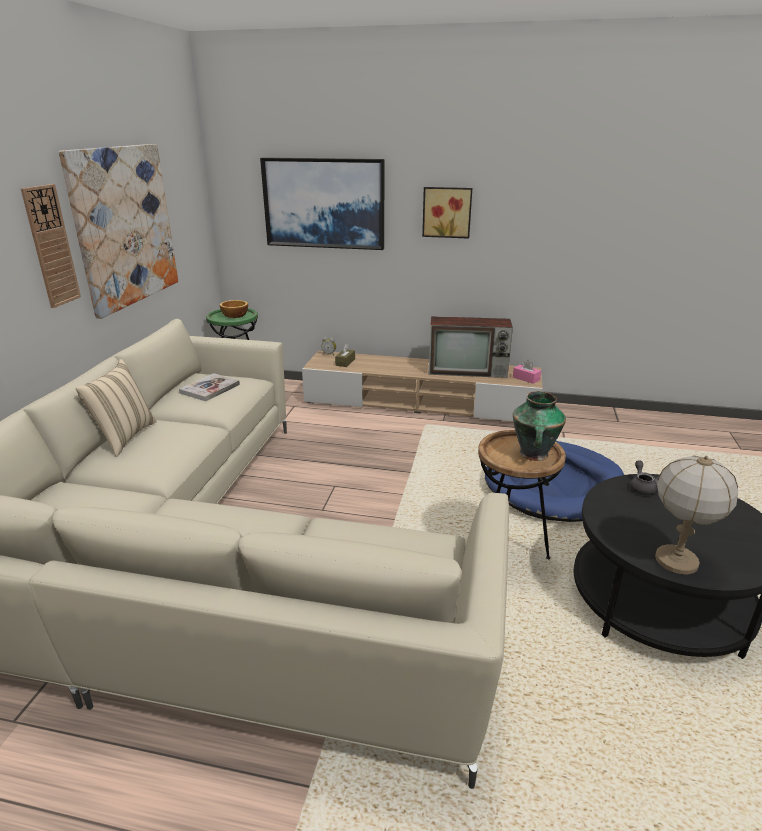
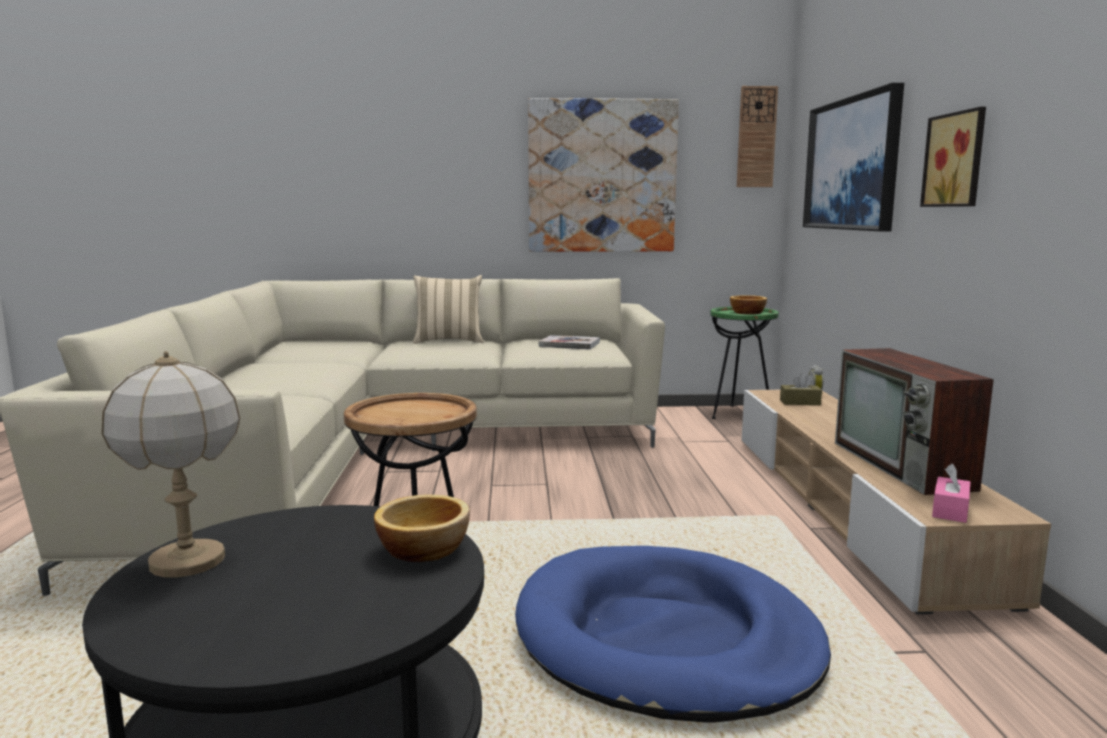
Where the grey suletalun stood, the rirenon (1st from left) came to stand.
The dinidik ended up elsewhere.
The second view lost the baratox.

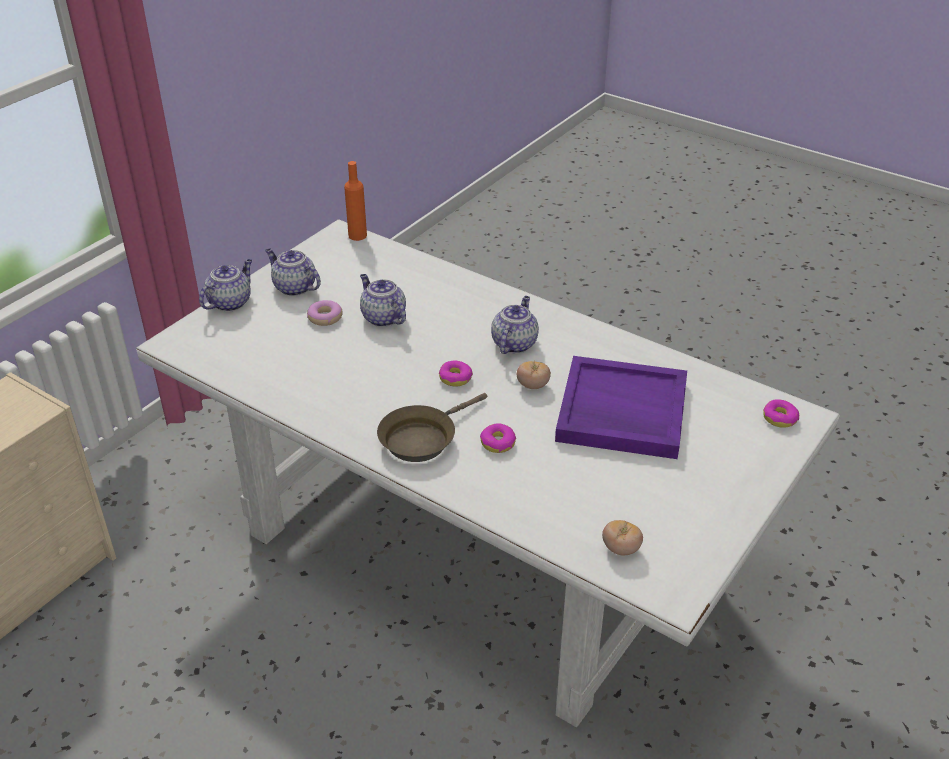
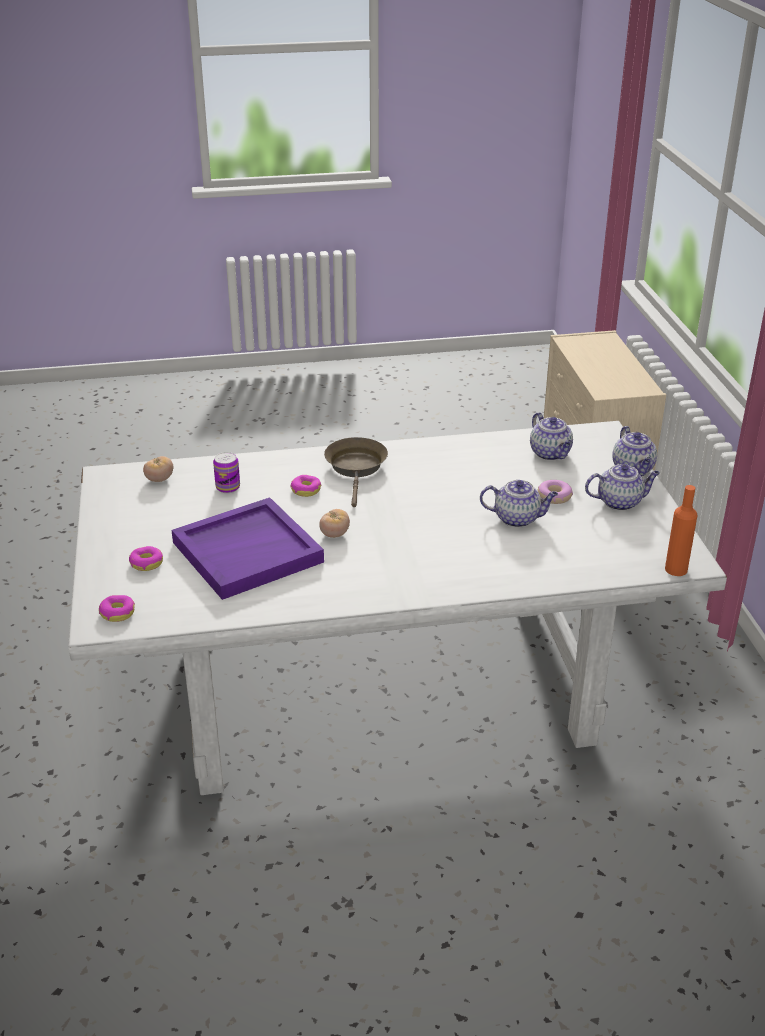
The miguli (2nd from left) ended up elsewhere.
The second view gained the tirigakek.
The suletalun (4th from left in the first image) ended up elsewhere.

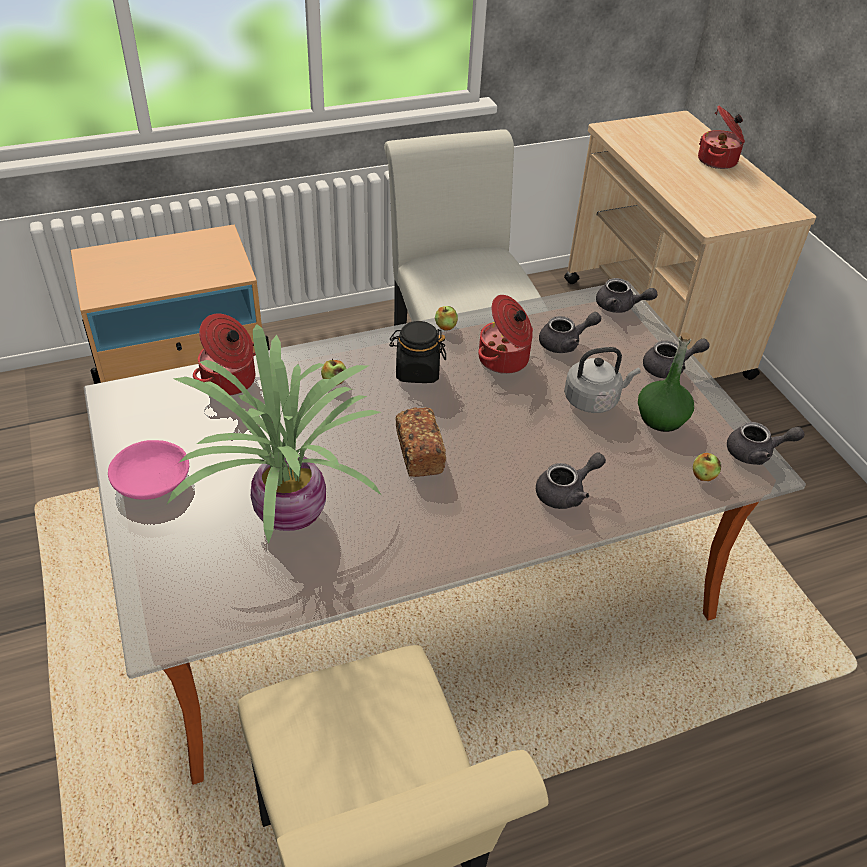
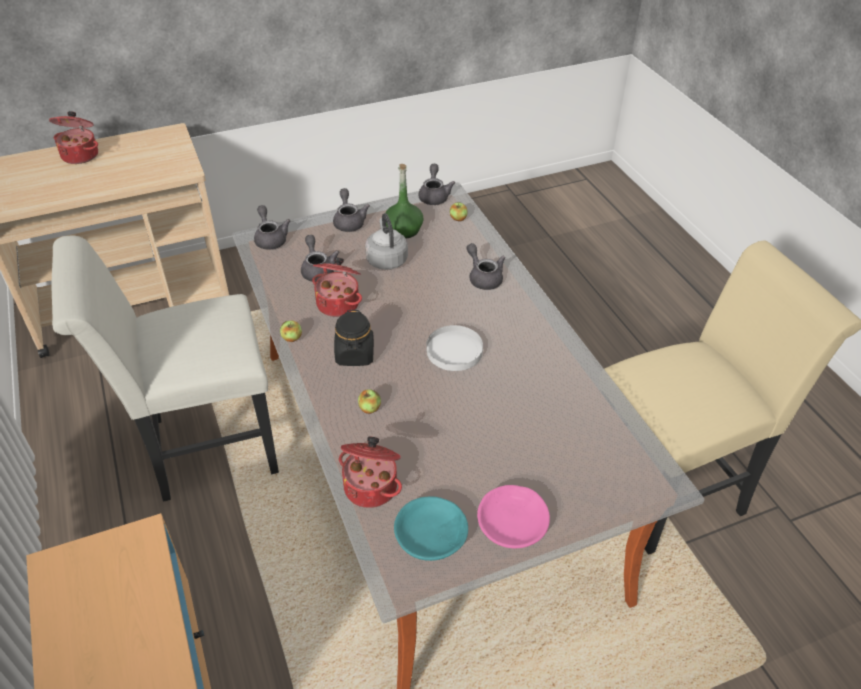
The grey suletalun (3rd from left in the first image) ended up facing another way, 45 degrees counterclockwise from before.
The second view gained the turquoise rirenon.
Where the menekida stood, the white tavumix came to stand.
The second view lost the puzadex.

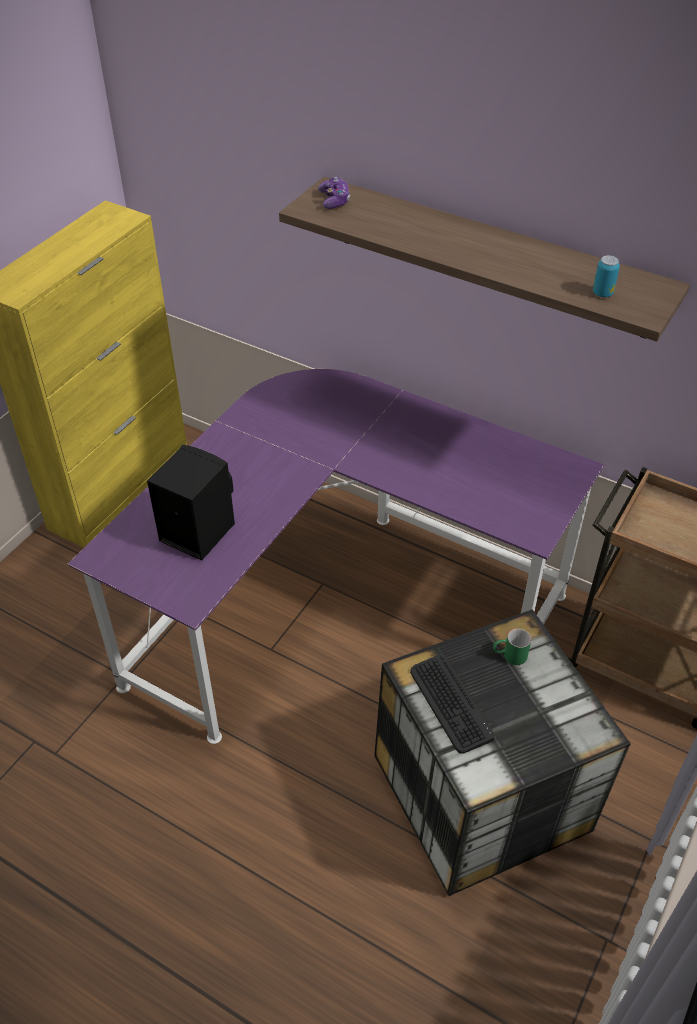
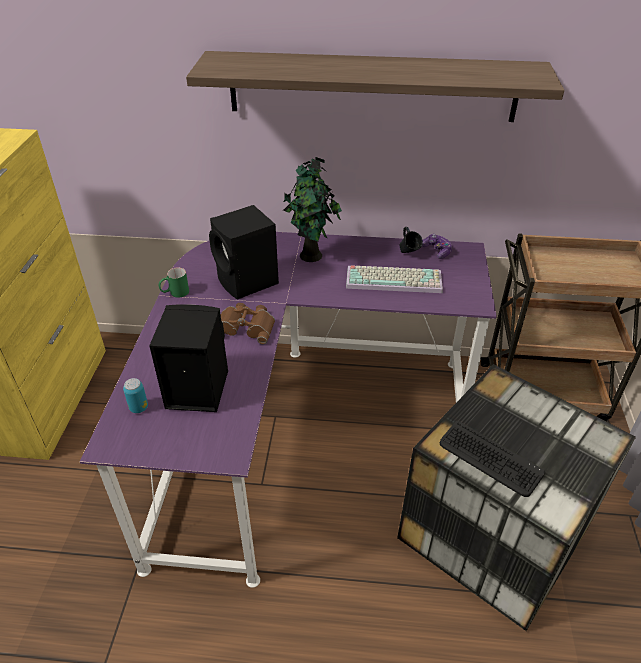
The tirigakek ended up elsewhere.
The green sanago ended up elsewhere.
The second view gained the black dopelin (2nd from left).
The second view gained the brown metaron.
The second view gained the puzadex.
The second view gained the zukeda (1st from left).
The second view gained the blue sanago.
The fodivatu ended up elsewhere.

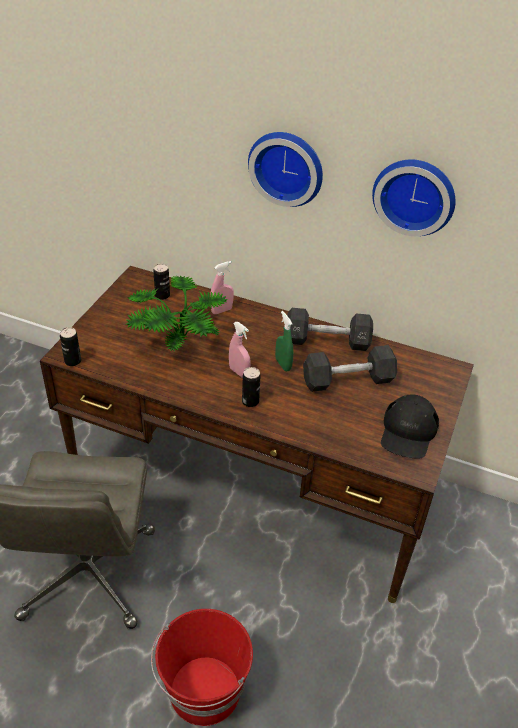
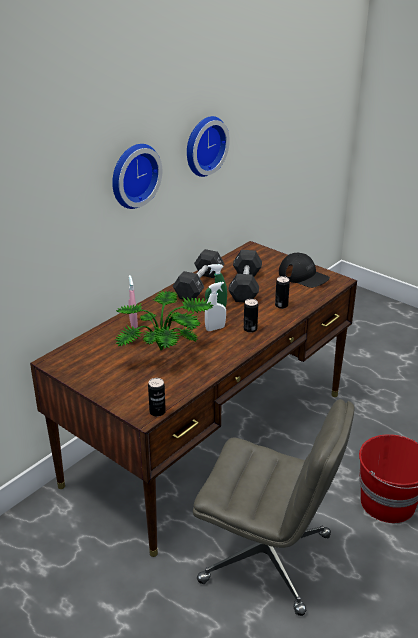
What was the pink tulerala (2nd from left) turned into the white tulerala.
The tirigakek (2nd from left in the first image) ended up elsewhere.

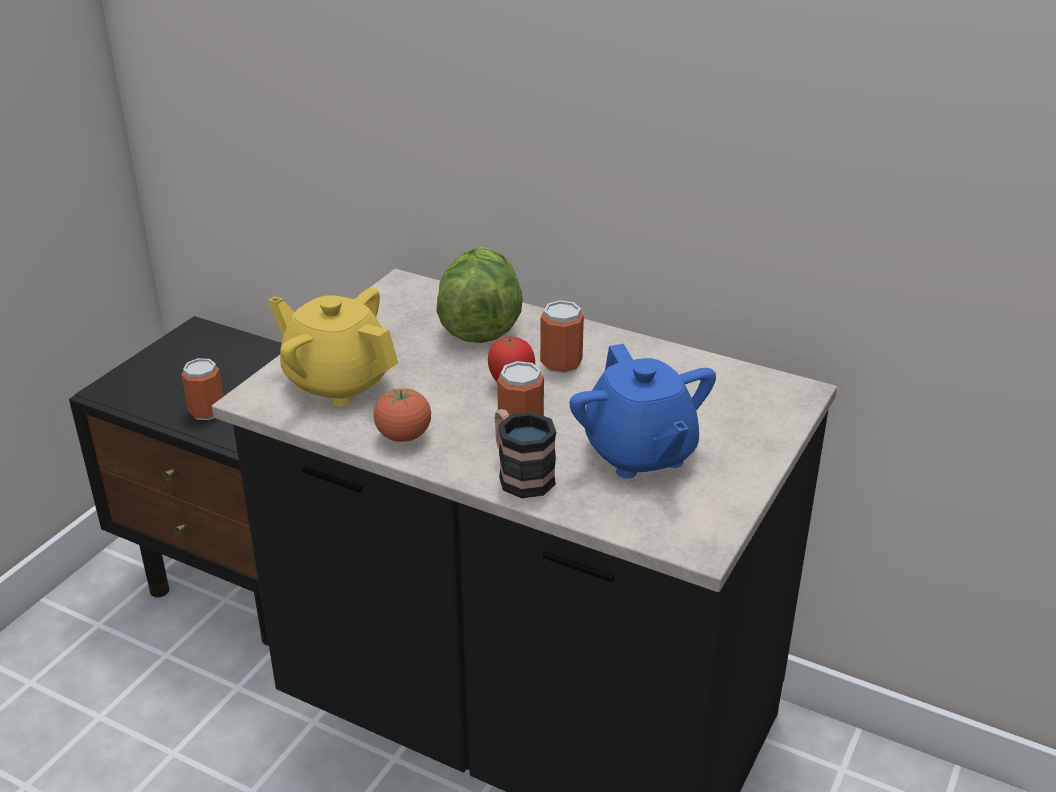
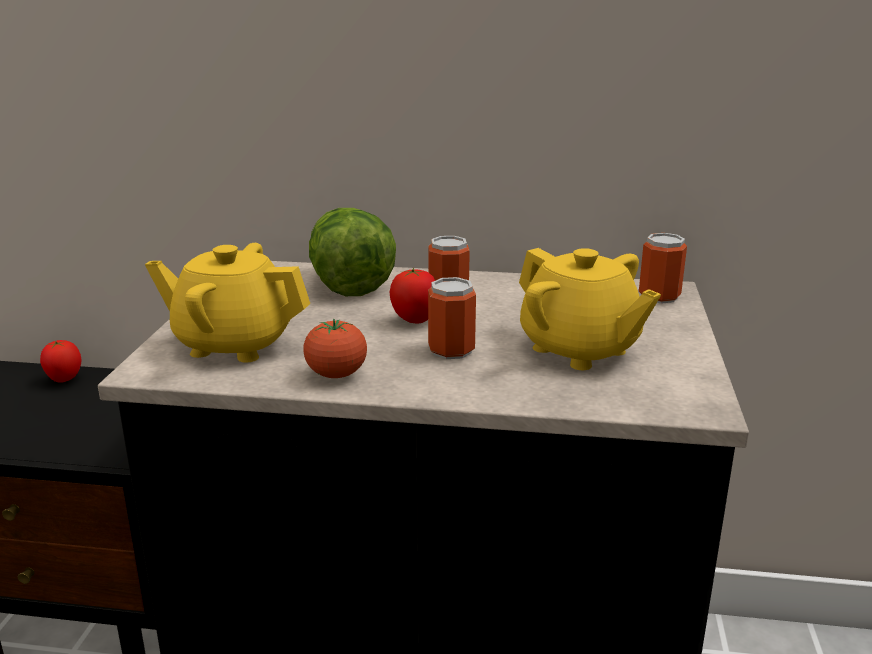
The second view gained the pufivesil (1st from left).
What was the blue suletalun turned into the yellow suletalun (2nd from left).
The tirigakek (1st from left in the first image) ended up elsewhere.
The second view lost the sanago.

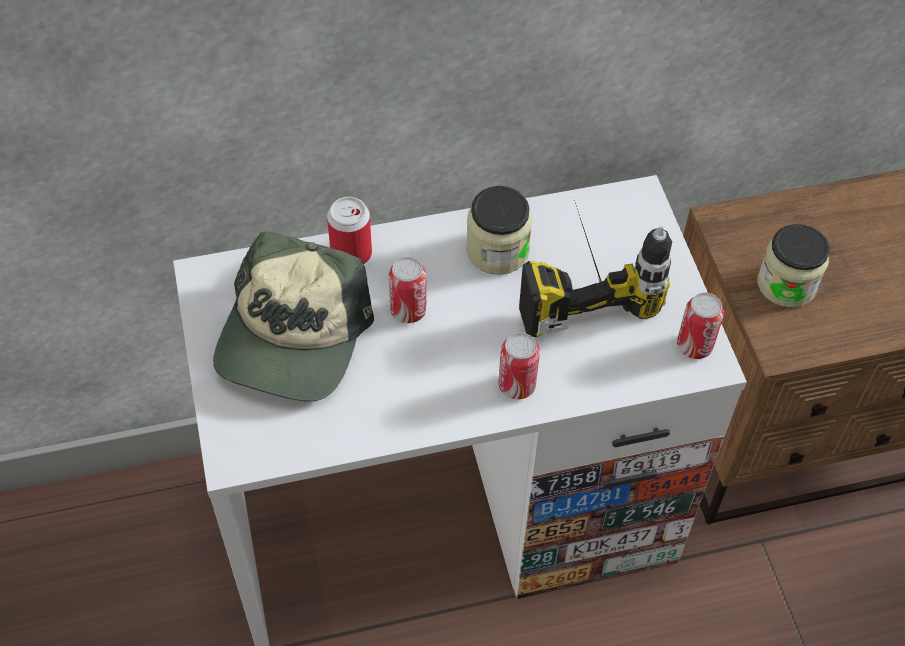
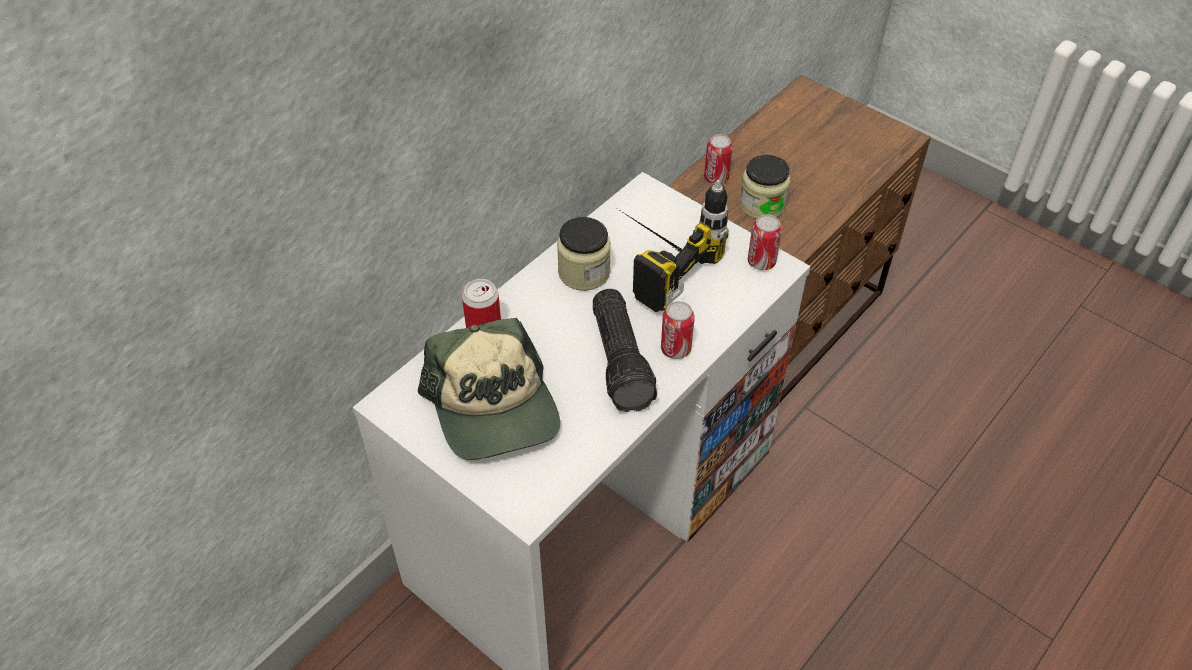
The second view gained the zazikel.
The tirigakek (2nd from left in the first image) ended up elsewhere.

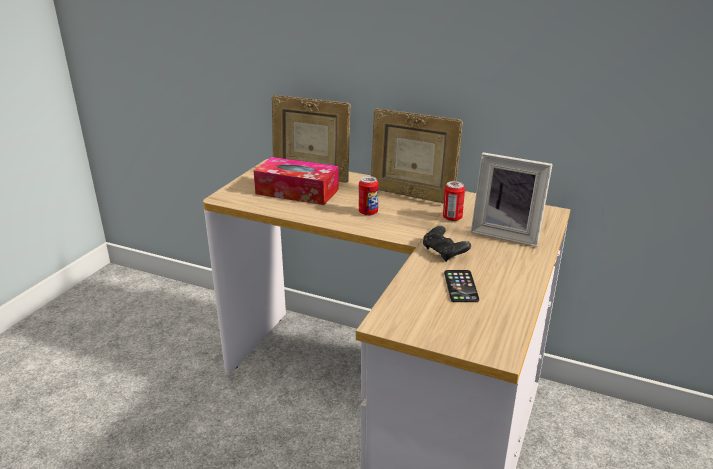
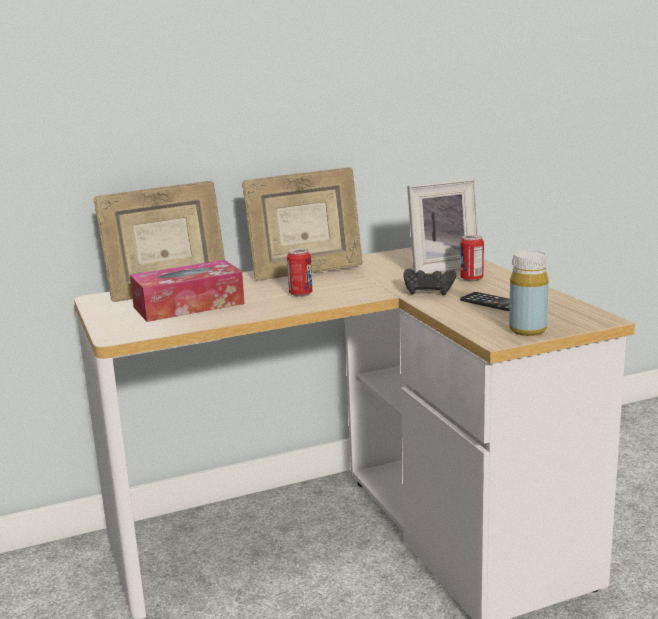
The tirigakek (2nd from left) ended up elsewhere.
The second view gained the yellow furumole.

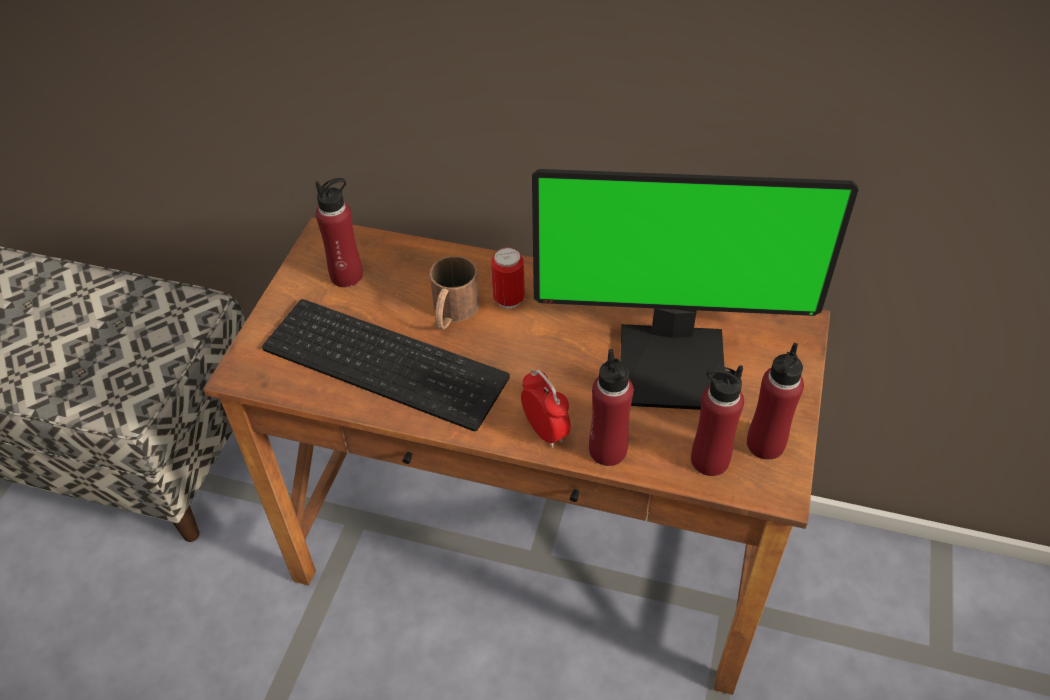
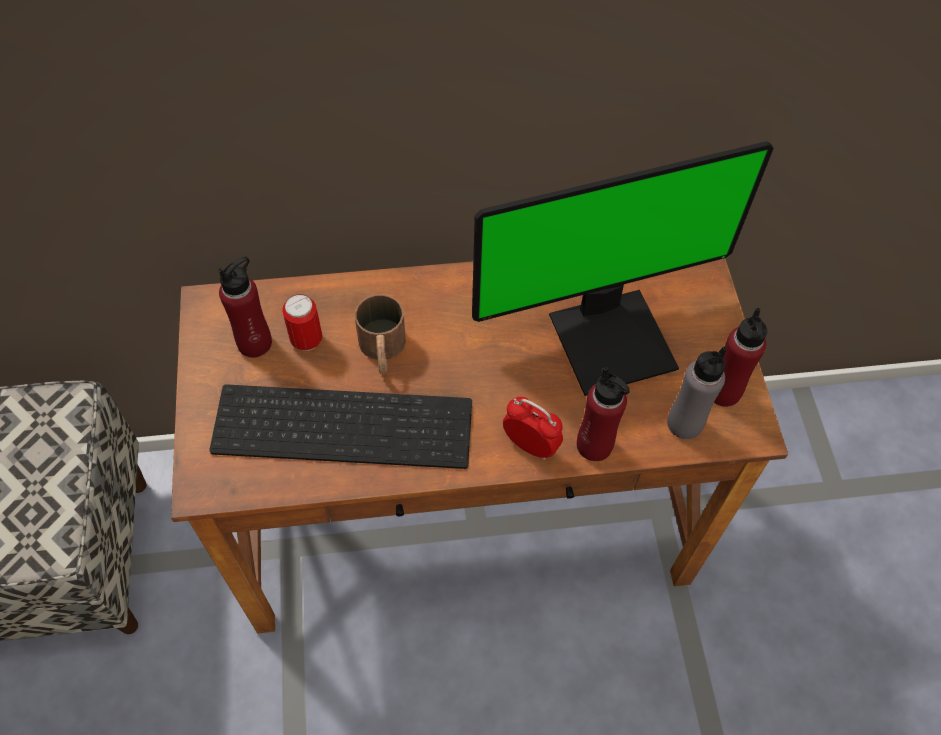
The tirigakek ended up elsewhere.
What was the red furumole (3rd from left) turned into the grey furumole.

